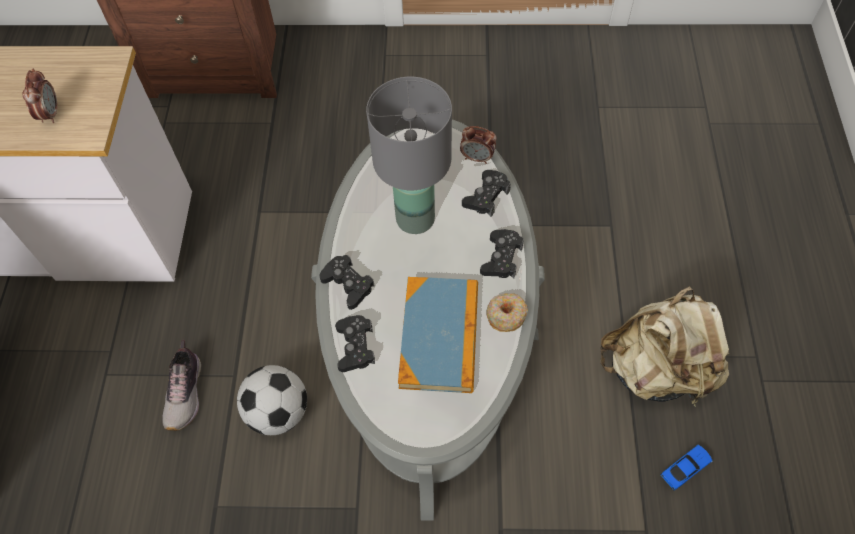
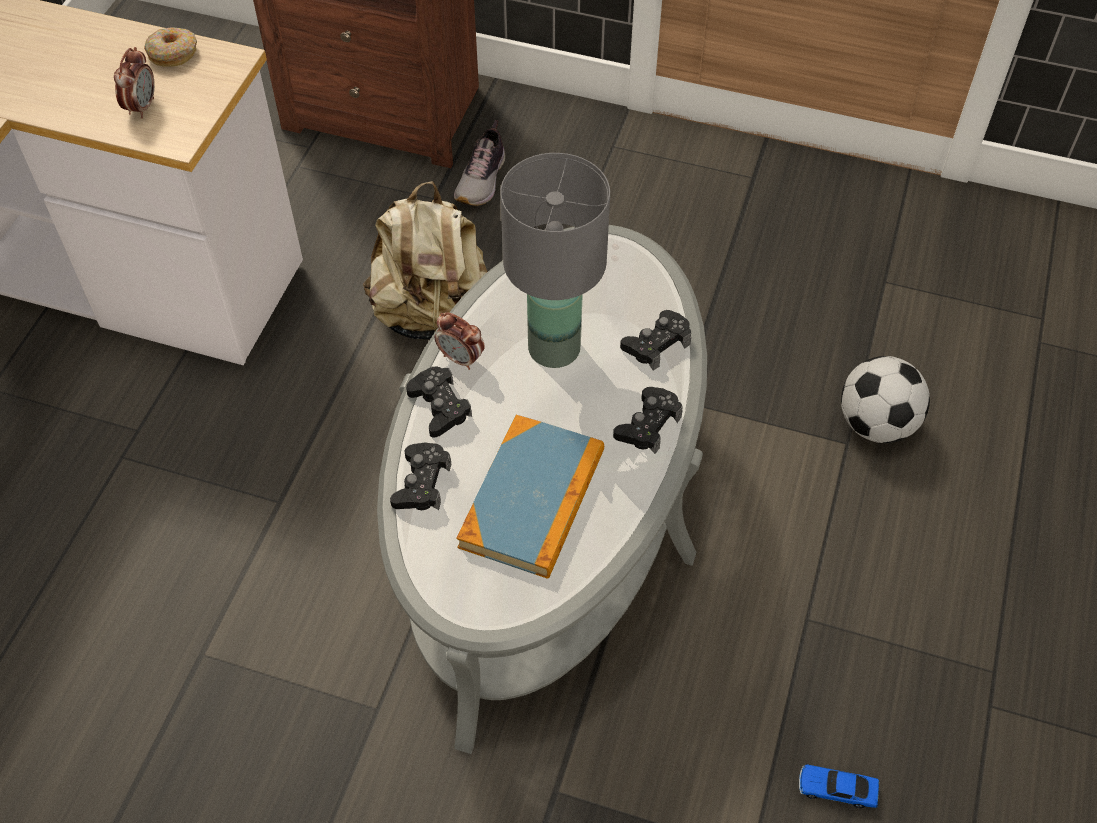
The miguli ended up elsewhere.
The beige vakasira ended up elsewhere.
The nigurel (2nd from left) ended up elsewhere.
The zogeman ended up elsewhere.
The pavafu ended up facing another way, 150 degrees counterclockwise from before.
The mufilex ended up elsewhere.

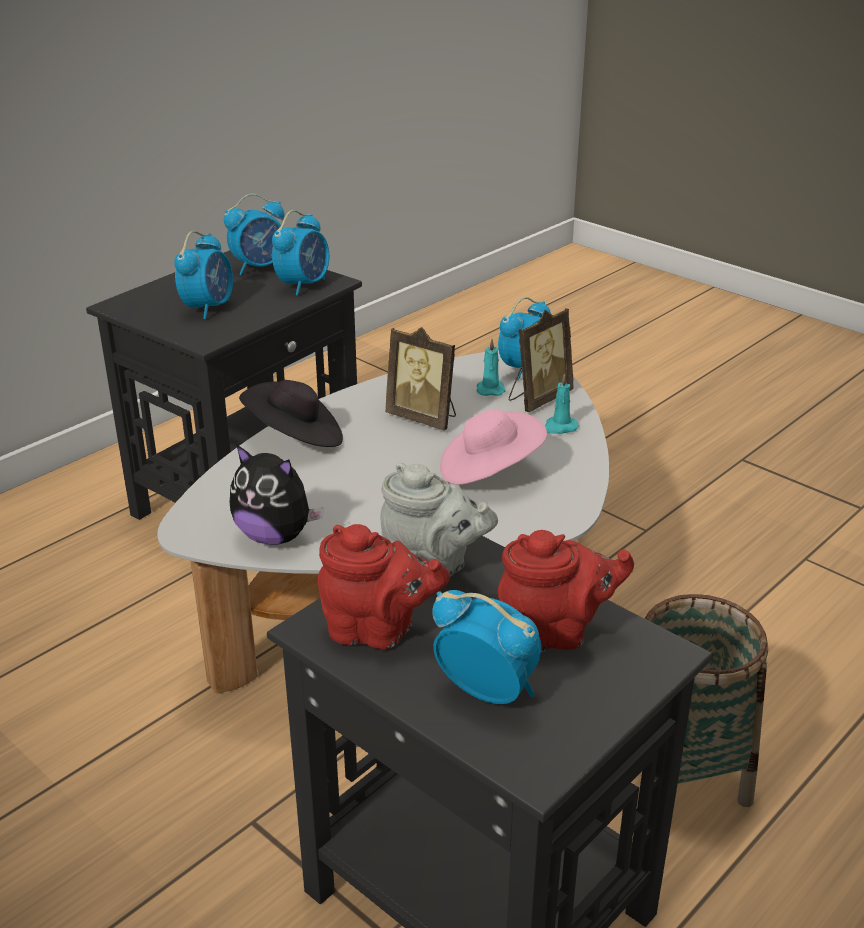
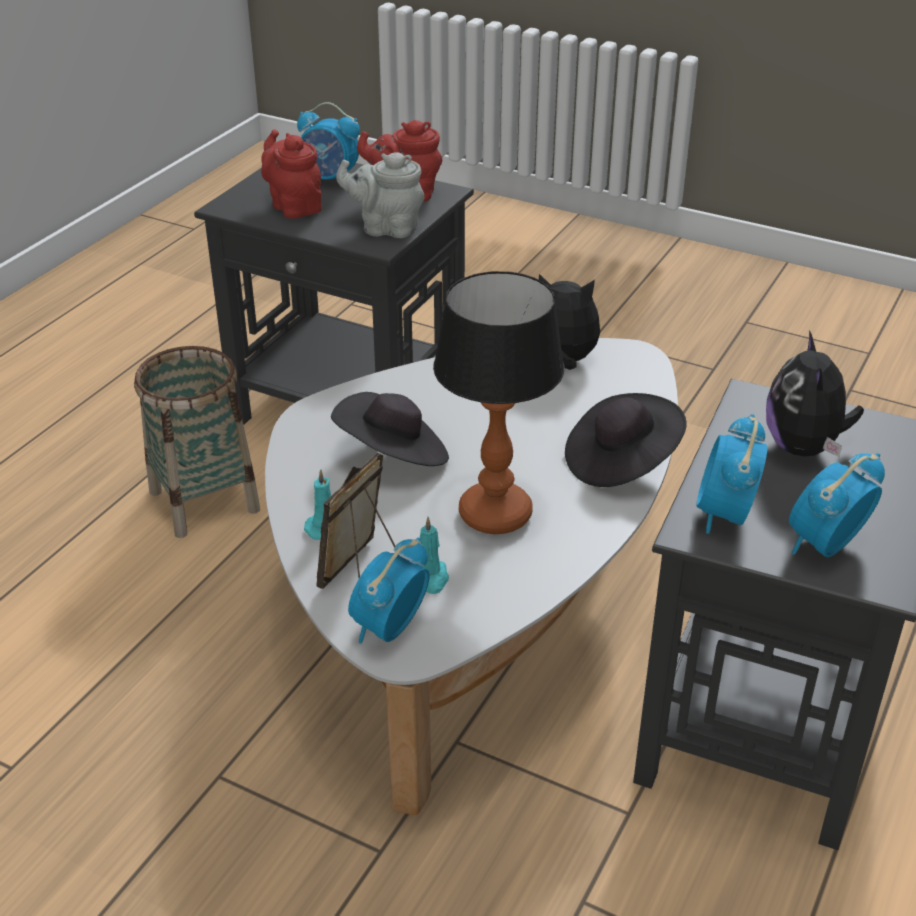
The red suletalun (2nd from left in the first image) ended up facing another way, 75 degrees clockwise from before.
What was the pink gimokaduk turned into the black gimokaduk (1st from left).
Where the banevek (1st from left) stood, the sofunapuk came to stand.
Where the nigurel (1st from left) stood, the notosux (2nd from left) came to stand.

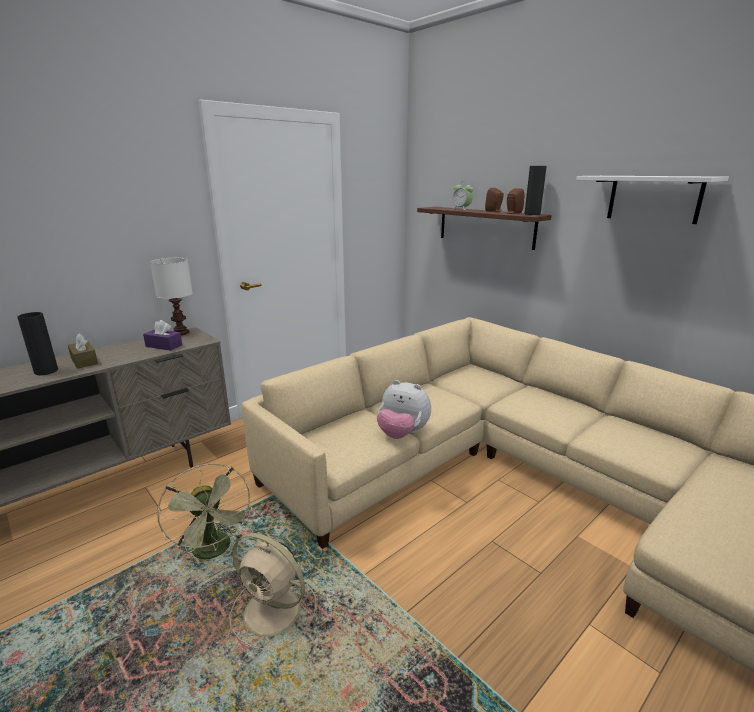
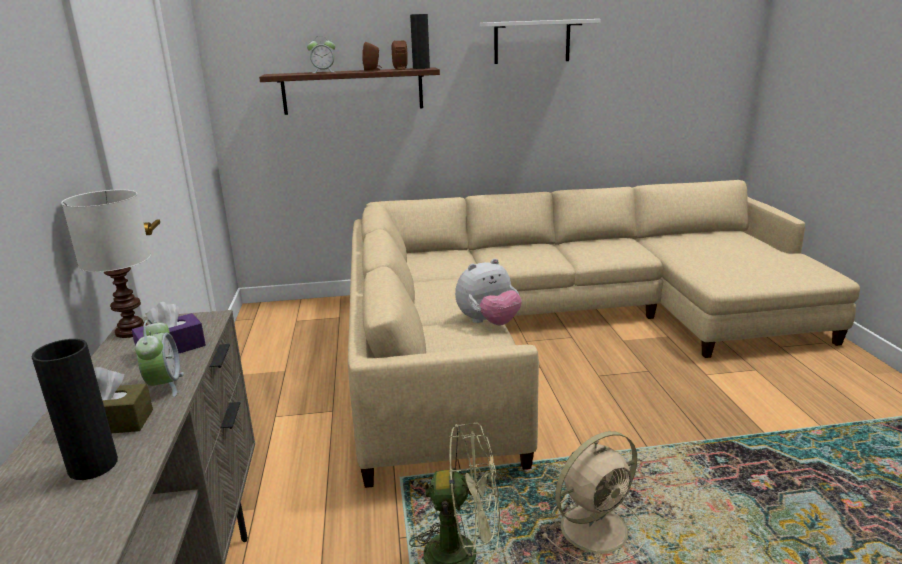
The second view gained the nigurel (1st from left).

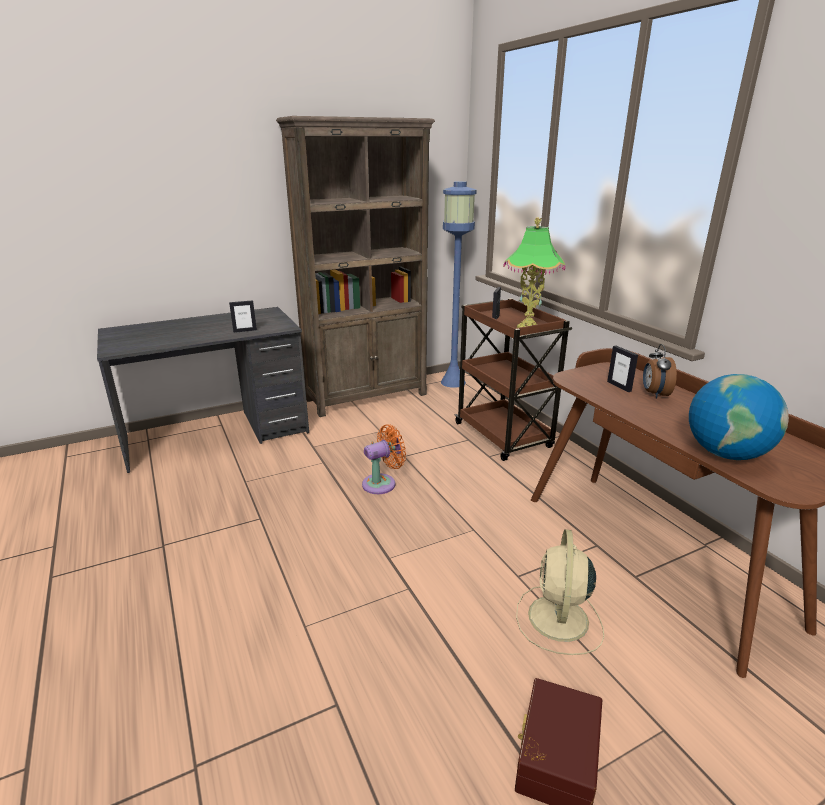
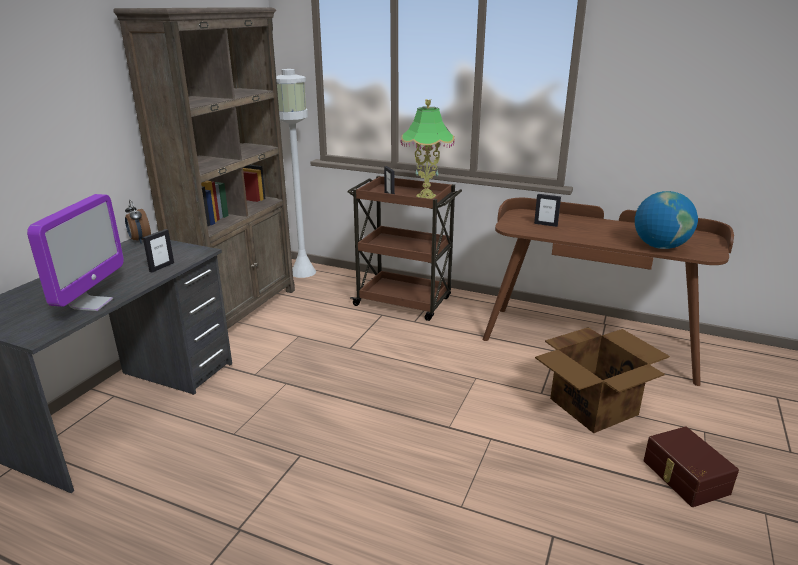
The second view gained the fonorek.
The nigurel ended up elsewhere.
What was the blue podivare turned into the white podivare.
Where the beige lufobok stood, the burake came to stand.
The second view lost the orange lufobok.

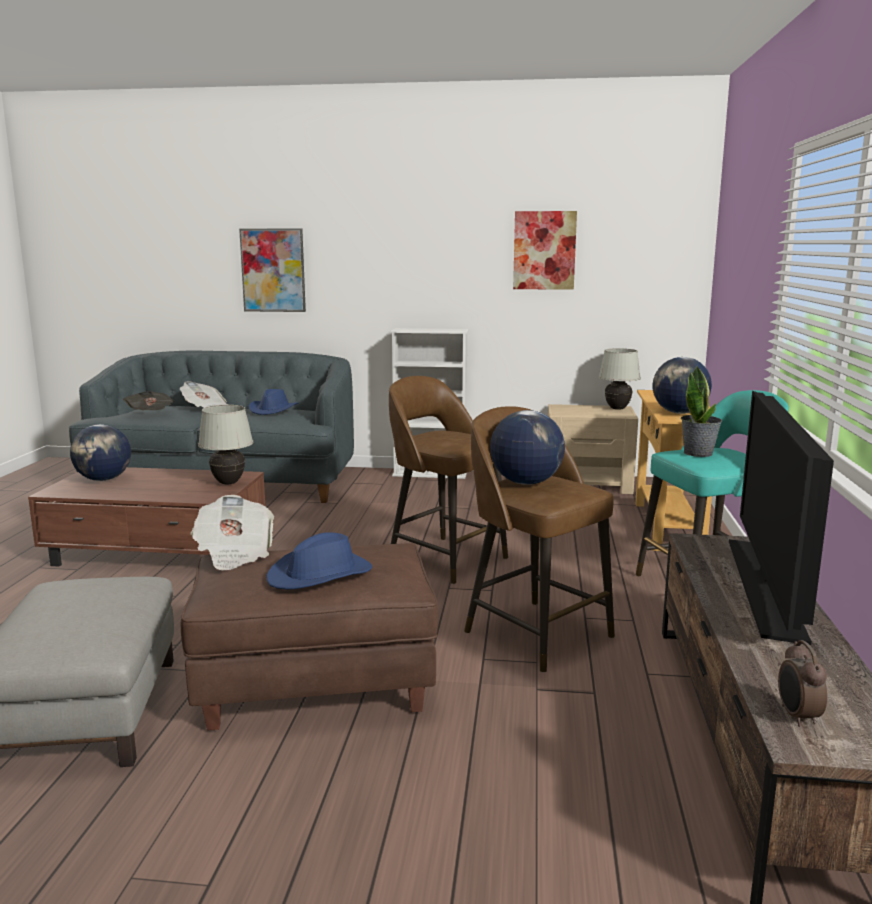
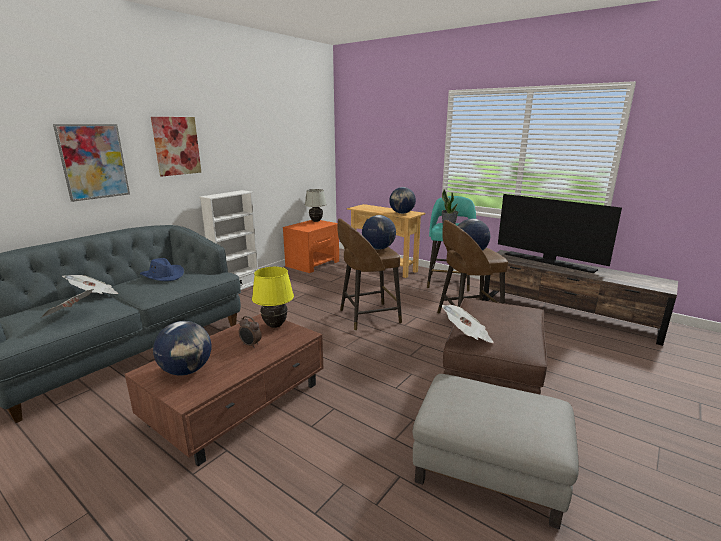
The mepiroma (2nd from left) ended up elsewhere.
The nigurel ended up elsewhere.
What was the white sofunapuk (1st from left) turned into the yellow sofunapuk.
What was the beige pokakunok turned into the orange pokakunok.
The second view gained the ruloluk (2nd from left).
The second view lost the blue gimokaduk (2nd from left).

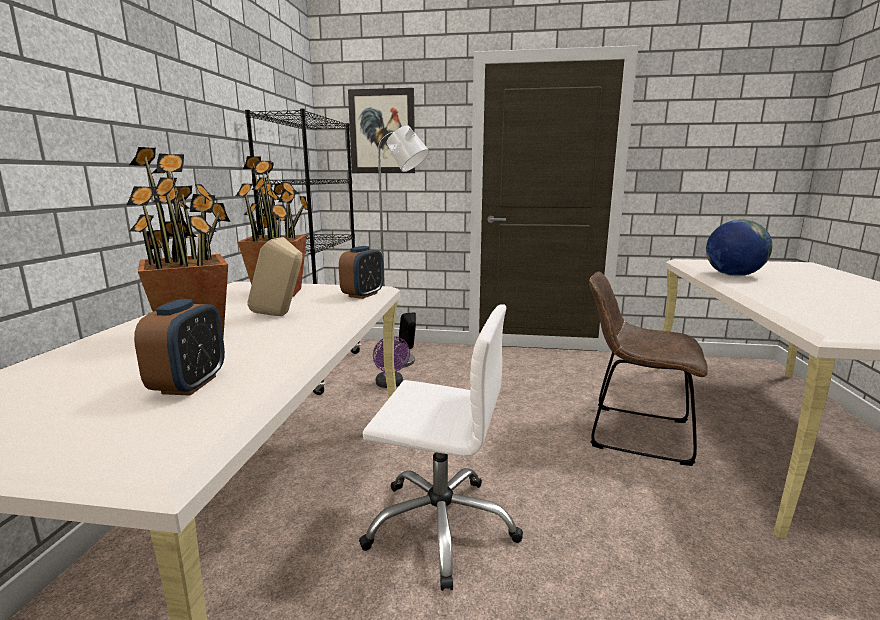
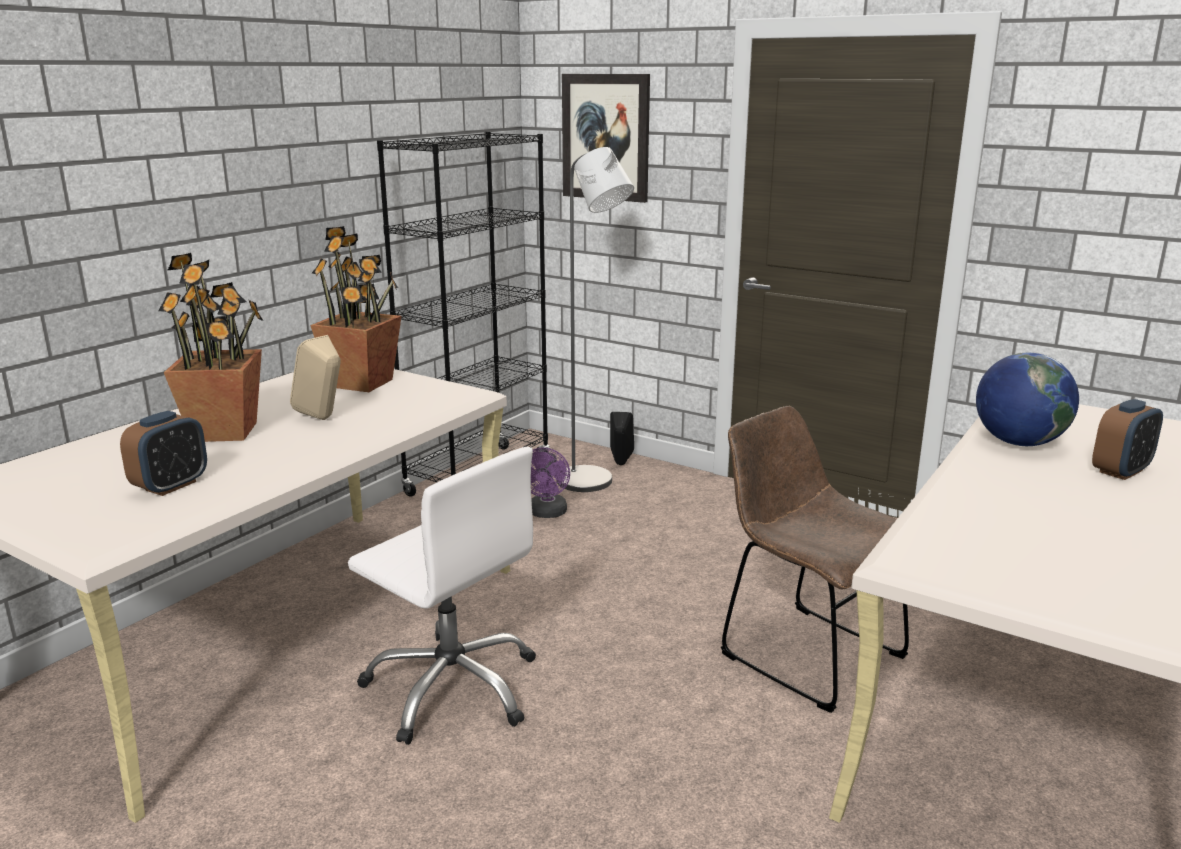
The nigurel (2nd from left) ended up elsewhere.

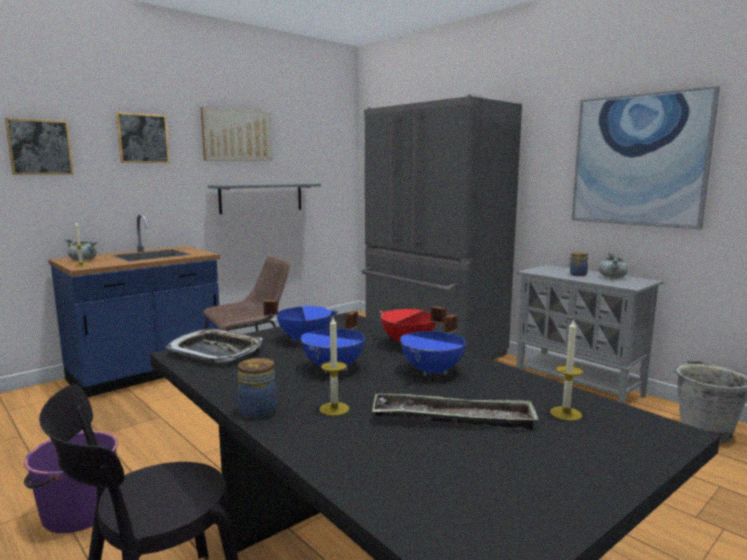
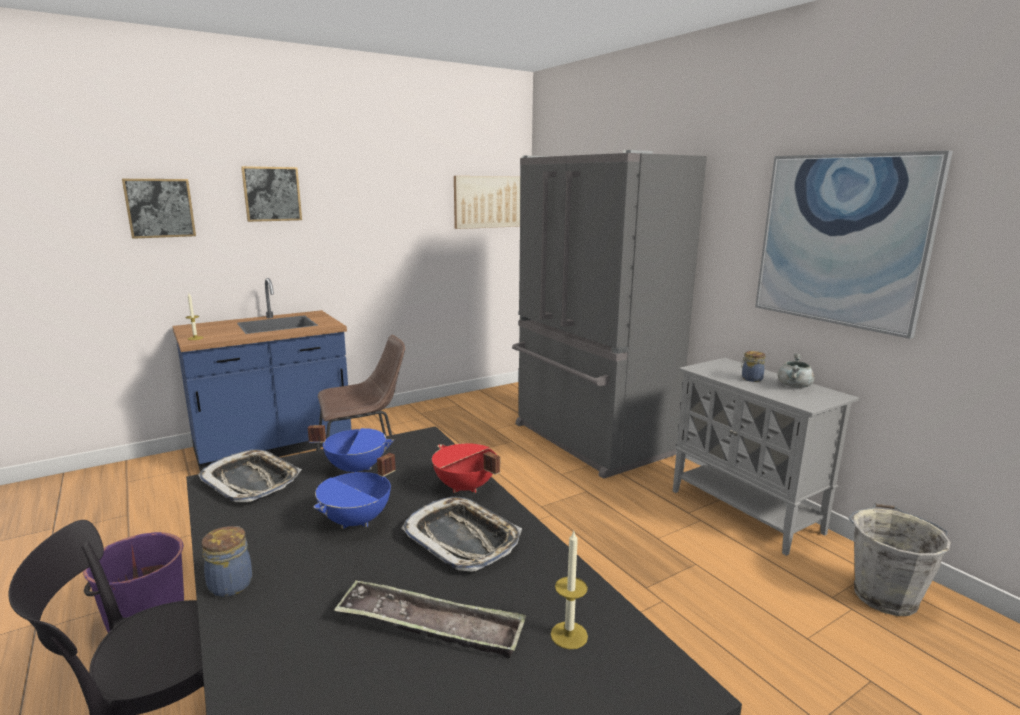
Where the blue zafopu (3rd from left) stood, the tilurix (3rd from left) came to stand.
The mepiroma (3rd from left) ended up elsewhere.
The second view lost the grey zafopu (1st from left).
The second view lost the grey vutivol.
The second view lost the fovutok (2nd from left).

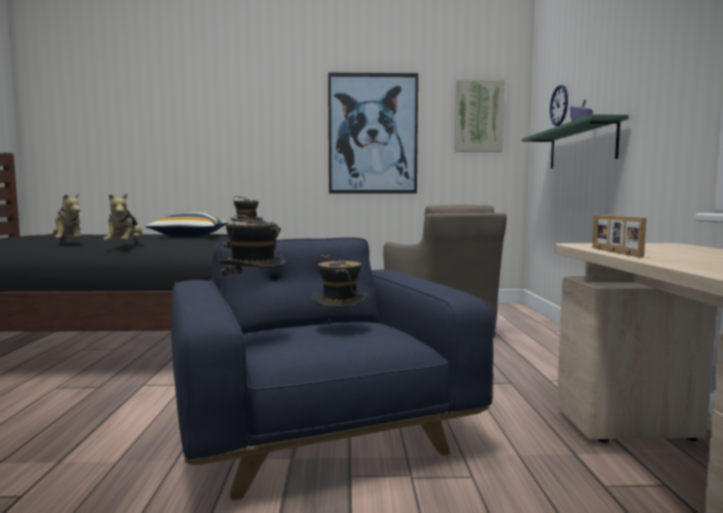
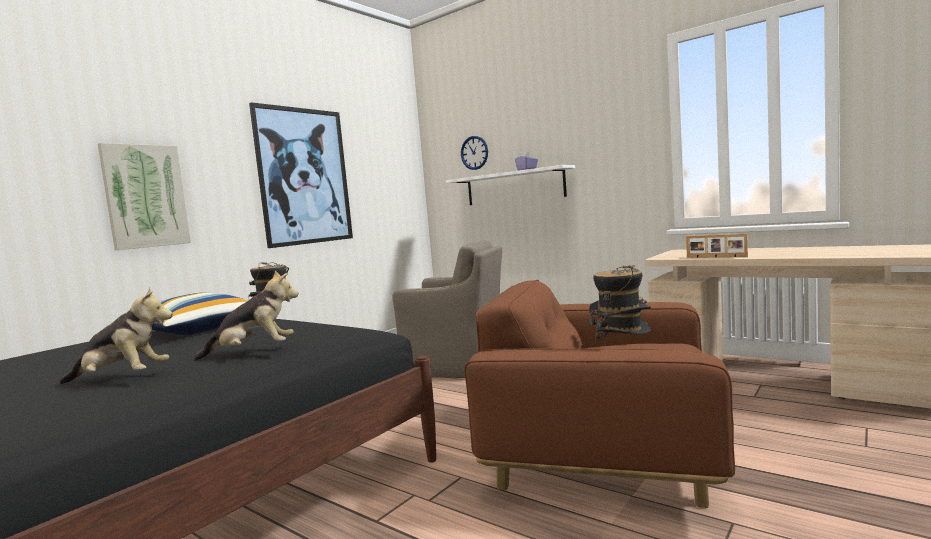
The mepiroma (2nd from left in the first image) ended up elsewhere.
The notosux (2nd from left) ended up facing another way, 45 degrees counterclockwise from before.
What was the green vutivol turned into the white vutivol.
What was the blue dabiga turned into the brown dabiga (2nd from left).

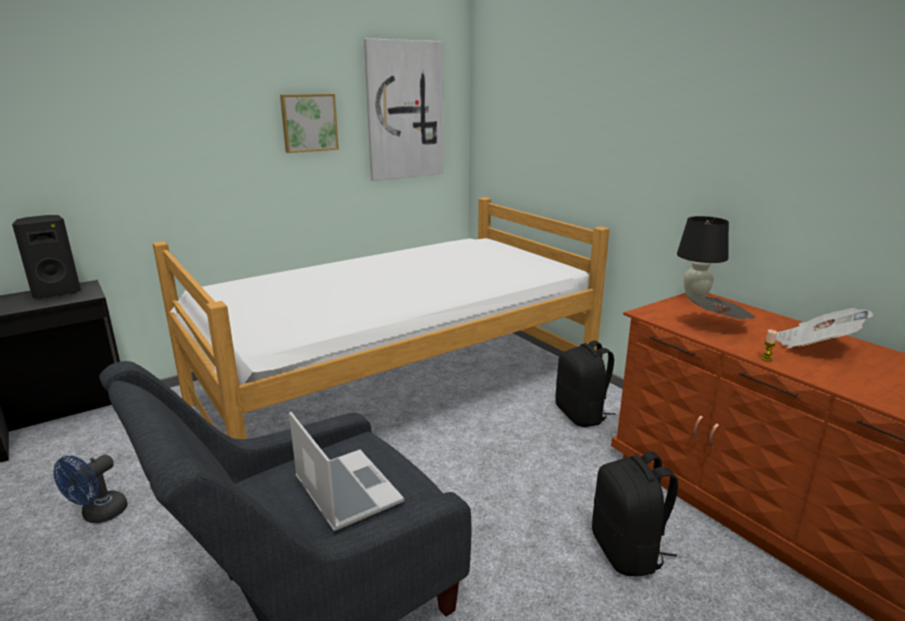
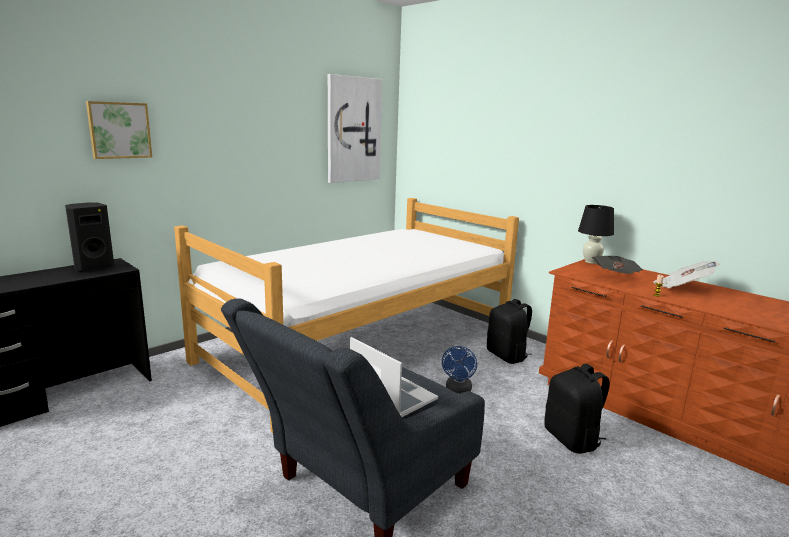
The mepiroma (1st from left) ended up elsewhere.
The blue lufobok ended up elsewhere.

